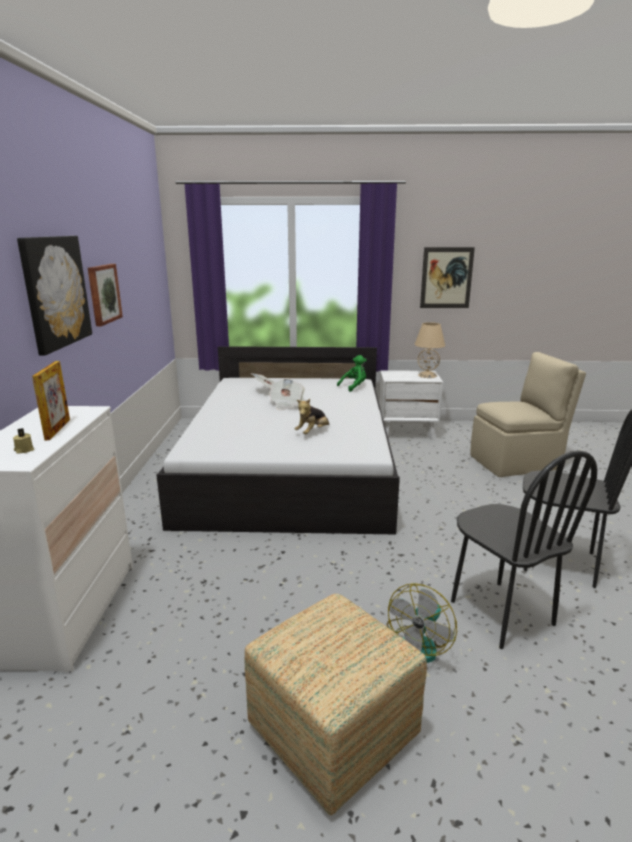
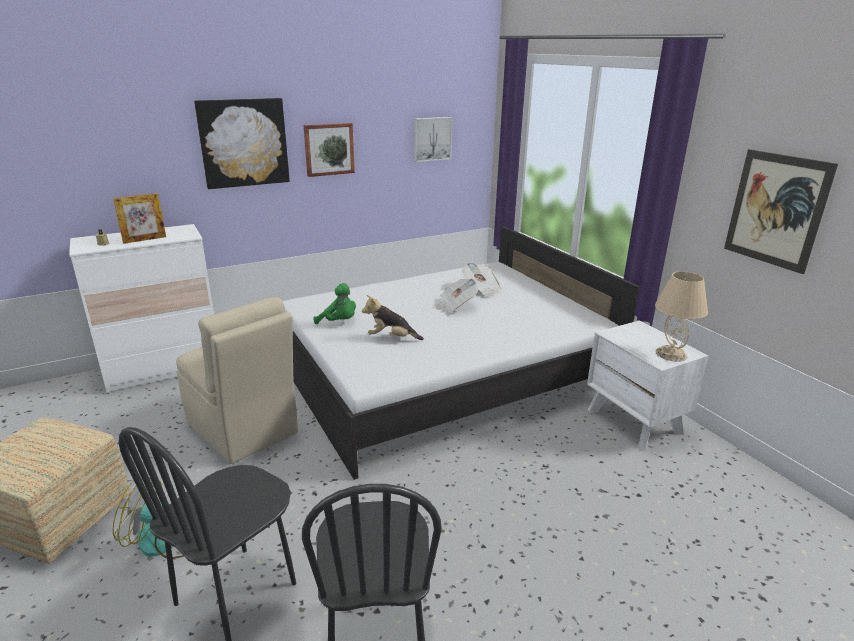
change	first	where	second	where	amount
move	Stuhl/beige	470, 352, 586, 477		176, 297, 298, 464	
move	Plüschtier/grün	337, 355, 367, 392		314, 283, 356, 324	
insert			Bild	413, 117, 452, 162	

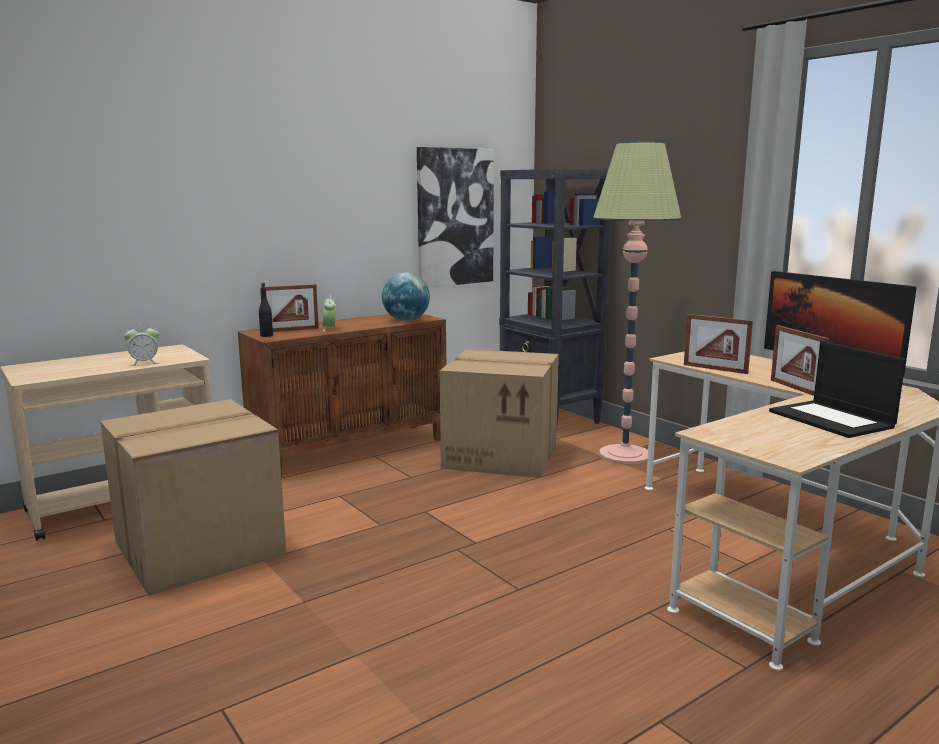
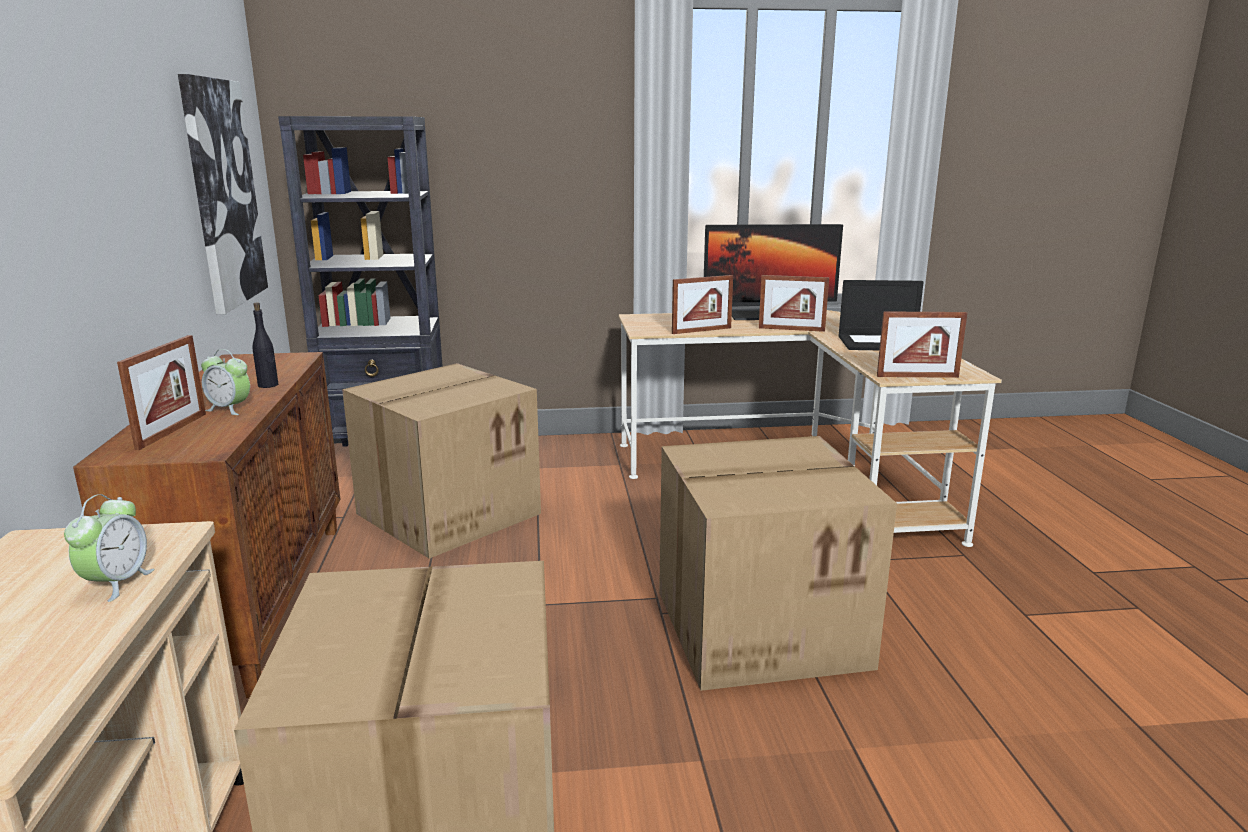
change	first	where	second	where	amount
delete	Stehlampe	593, 141, 682, 464			
delete	Globus	382, 273, 430, 321			
move	Flasche/schwarz	259, 283, 273, 337		252, 302, 278, 388	
insert			Bilderrahmen	877, 311, 967, 378	
insert			Karton	659, 436, 897, 691	

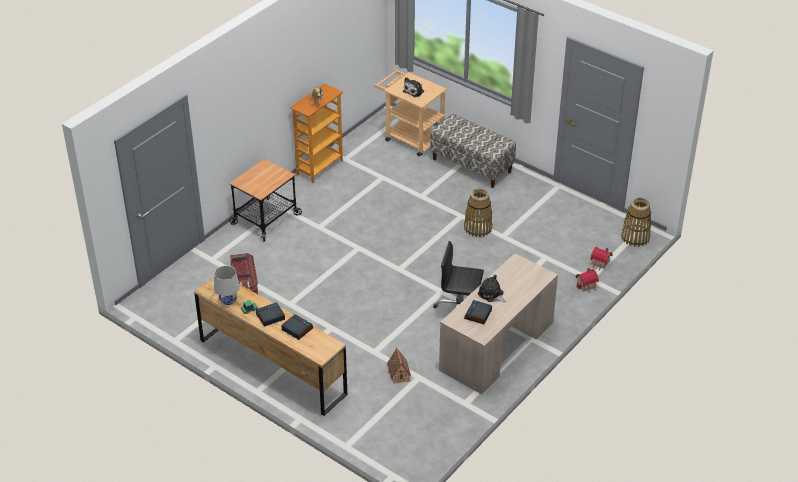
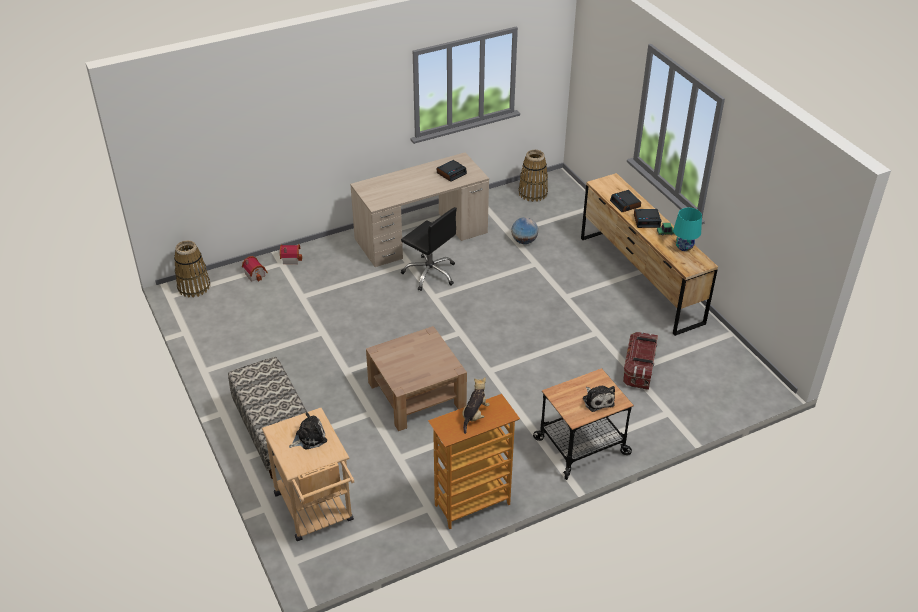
change	first	where	second	where	amount
move	Korb	464, 188, 492, 237		519, 150, 548, 202	
recolor	Tischlampe/weiß	214, 266, 240, 305	Tischlampe/türkis	673, 208, 702, 251	
move	Plüschtier	478, 274, 506, 302		583, 386, 615, 412	
replace	Spielzeughaus	387, 347, 411, 384	Globus	511, 217, 538, 244	
insert			Couchtisch/braun	366, 326, 467, 431	

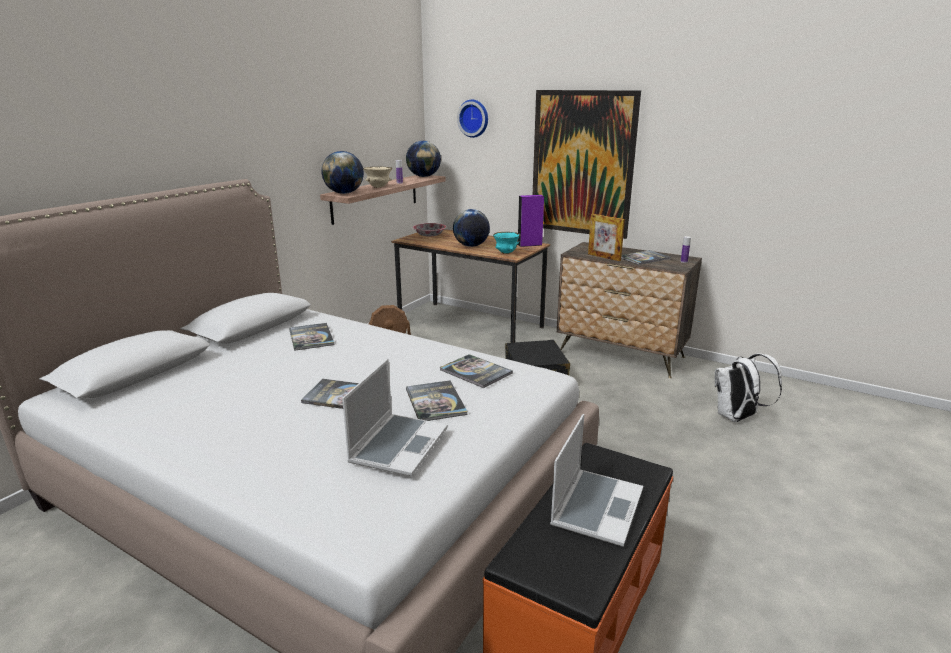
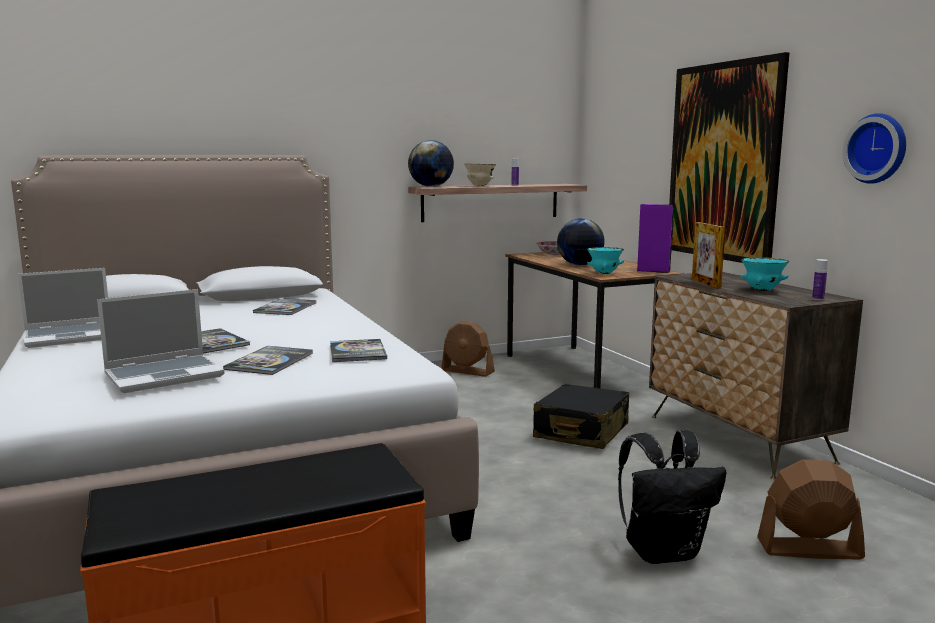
change	first	where	second	where	amount
move	Wanduhr	457, 99, 488, 138		843, 113, 906, 184	
delete	Globus	406, 141, 441, 177			
replace	Buch	621, 250, 670, 265	Schüssel/türkis	740, 257, 789, 291	
replace	Rucksack/weiß	715, 353, 782, 422	Ventilator/braun	757, 460, 865, 560	
move	Laptop	550, 414, 643, 547		18, 268, 108, 348	
insert			Rucksack/schwarz	618, 430, 726, 564	

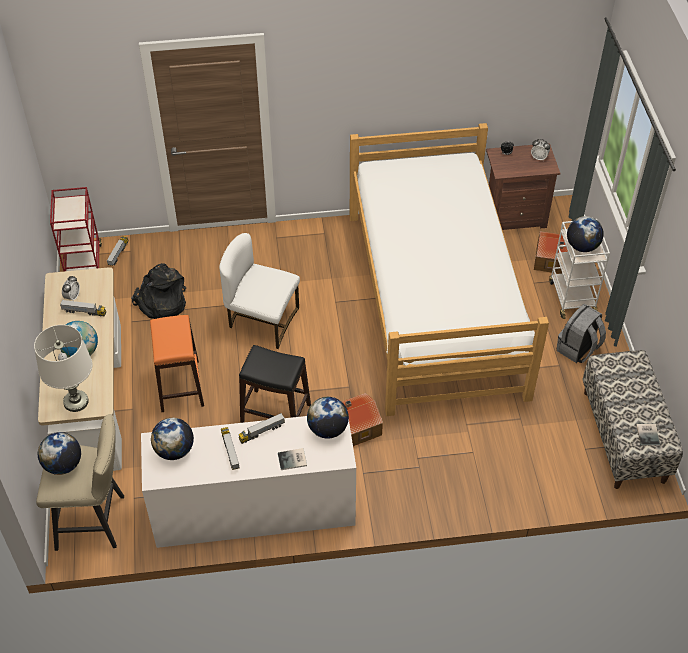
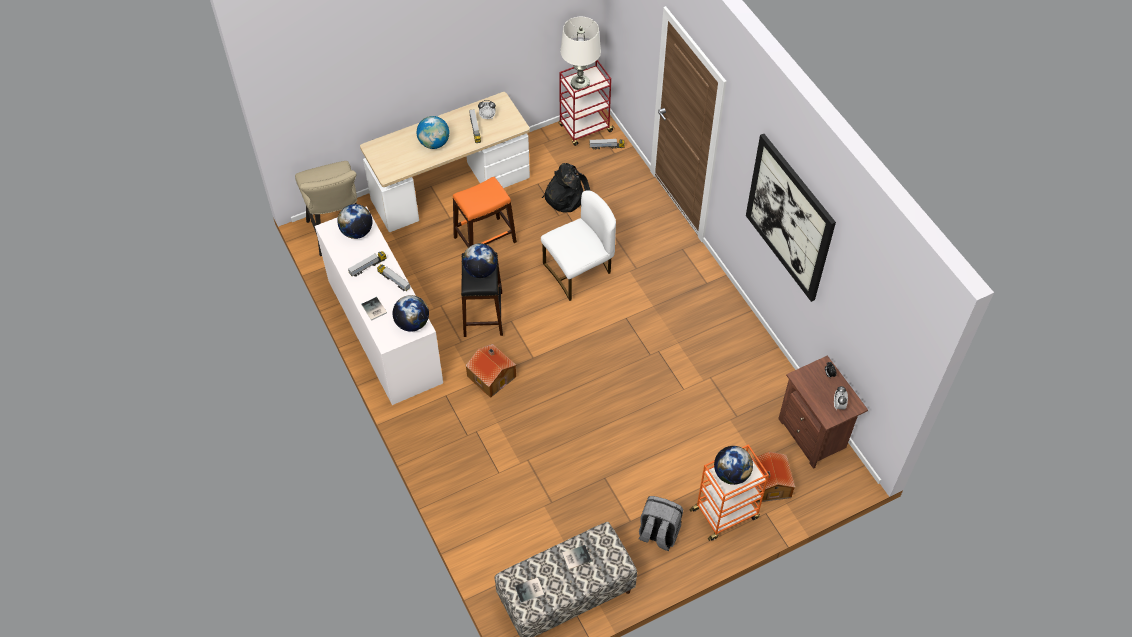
change	first	where	second	where	amount
delete	Bett	350, 123, 549, 416			
recolor	Rollwagen/weiß	549, 219, 610, 319	Rollwagen/orange	690, 444, 769, 541	
rotate	Stuhl/weiß	219, 233, 300, 349		541, 190, 616, 301	60 degrees clockwise
move	Tischlampe/weiß	34, 325, 92, 412		560, 17, 601, 90	
move	Globus	38, 432, 81, 475		462, 243, 497, 278	
insert			Bild	746, 134, 836, 302	
insert			Buch	562, 545, 592, 570	

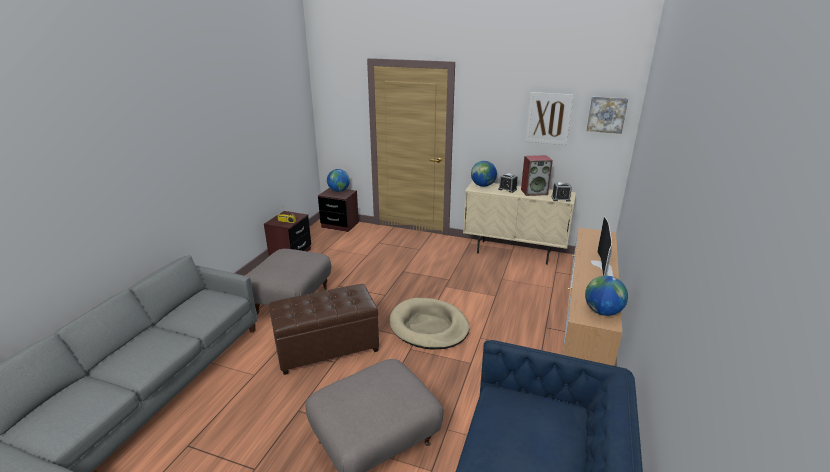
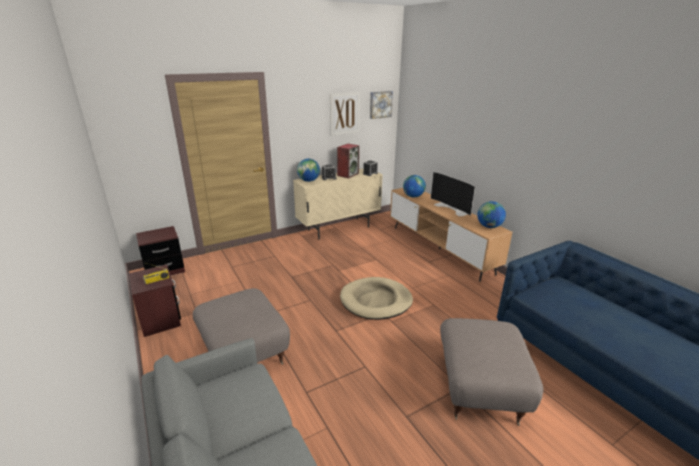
change	first	where	second	where	amount
move	Globus	327, 169, 350, 192		403, 175, 426, 197	
delete	Polsterhocker/braun	269, 284, 379, 375			

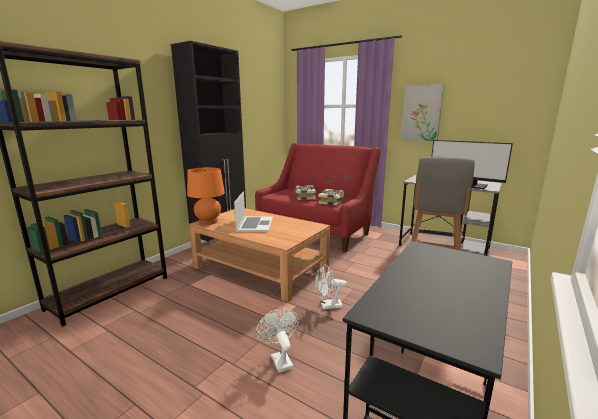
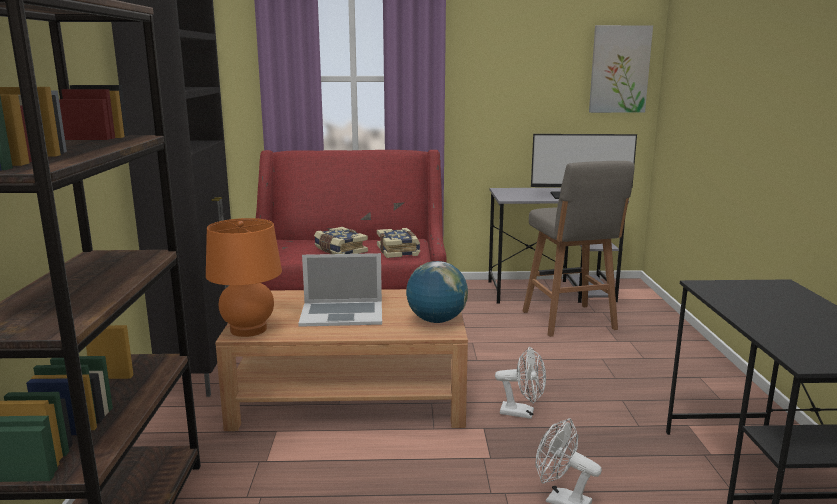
change	first	where	second	where	amount
move	Bild	401, 84, 444, 141		589, 25, 653, 113	
rotate	Laptop	234, 191, 273, 232		298, 253, 382, 327	120 degrees clockwise
rotate	Ventilator/weiß	315, 264, 347, 309		495, 347, 546, 419	120 degrees counterclockwise
insert			Globus	406, 261, 468, 323	

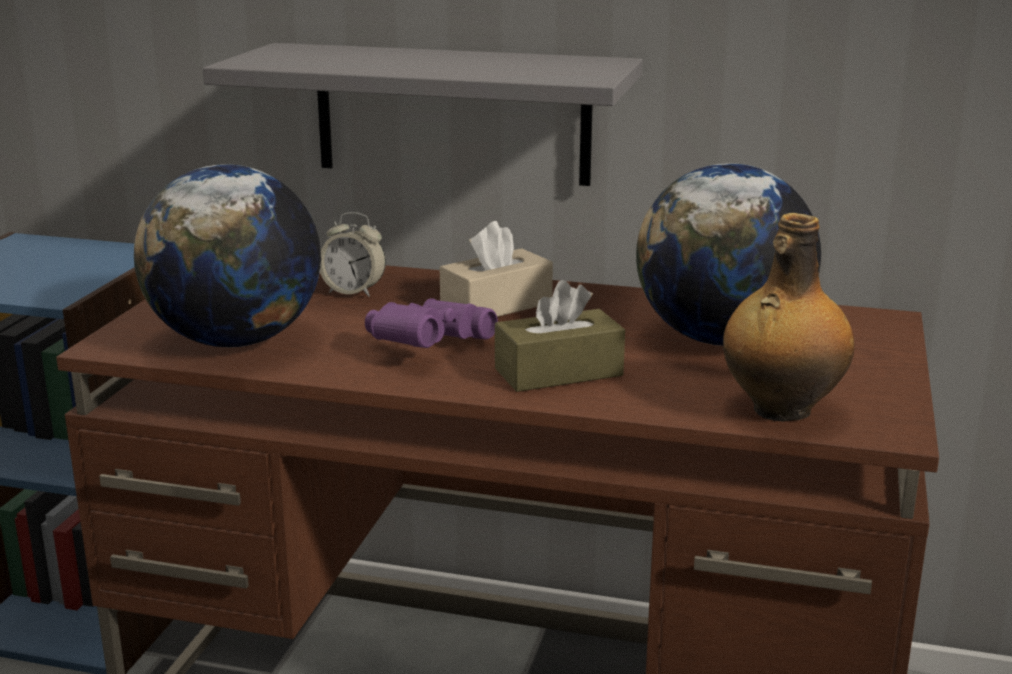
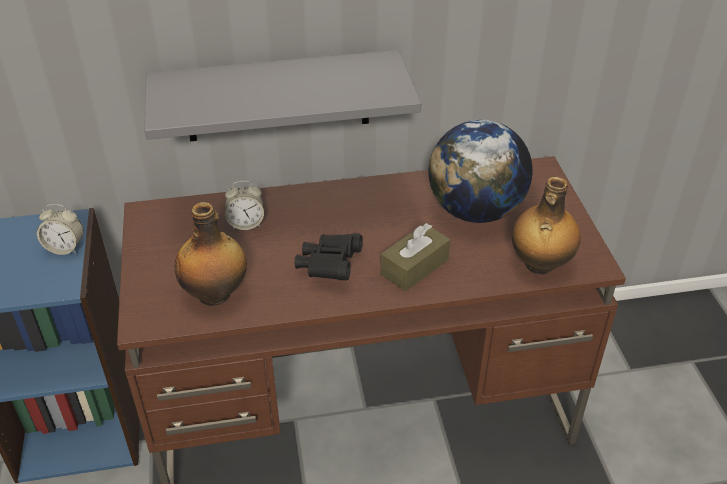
change	first	where	second	where	amount
replace	Globus	134, 164, 321, 348	Flasche	174, 202, 247, 306	
delete	Taschentuchbox/beige	440, 221, 553, 317			
recolor	Fernglas/lila	365, 298, 498, 348	Fernglas/schwarz	295, 233, 363, 280	
insert			Wecker	37, 204, 84, 255	

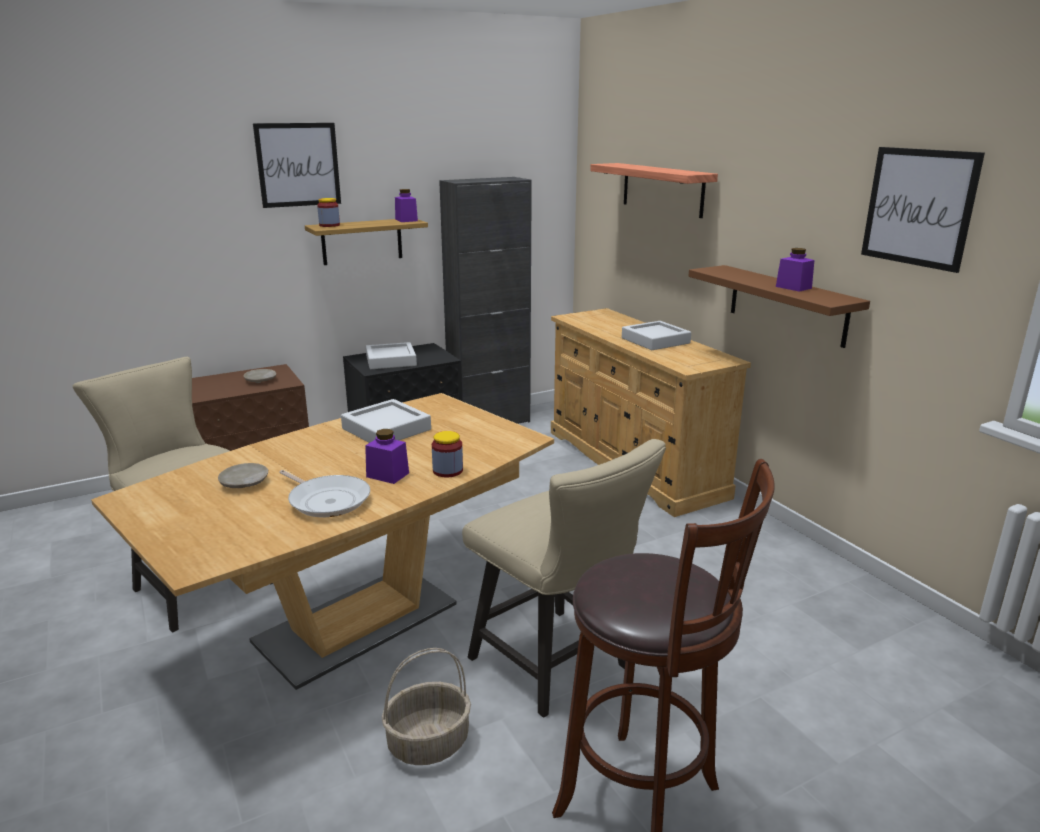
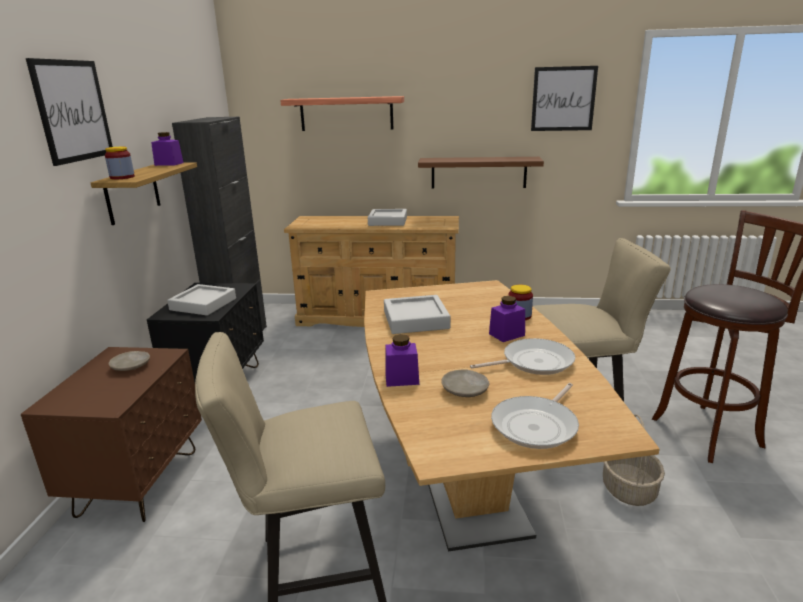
change	first	where	second	where	amount
move	Vorratsglas/lila	776, 248, 814, 292		385, 334, 419, 387	
insert			Pfanne	491, 383, 579, 449	

